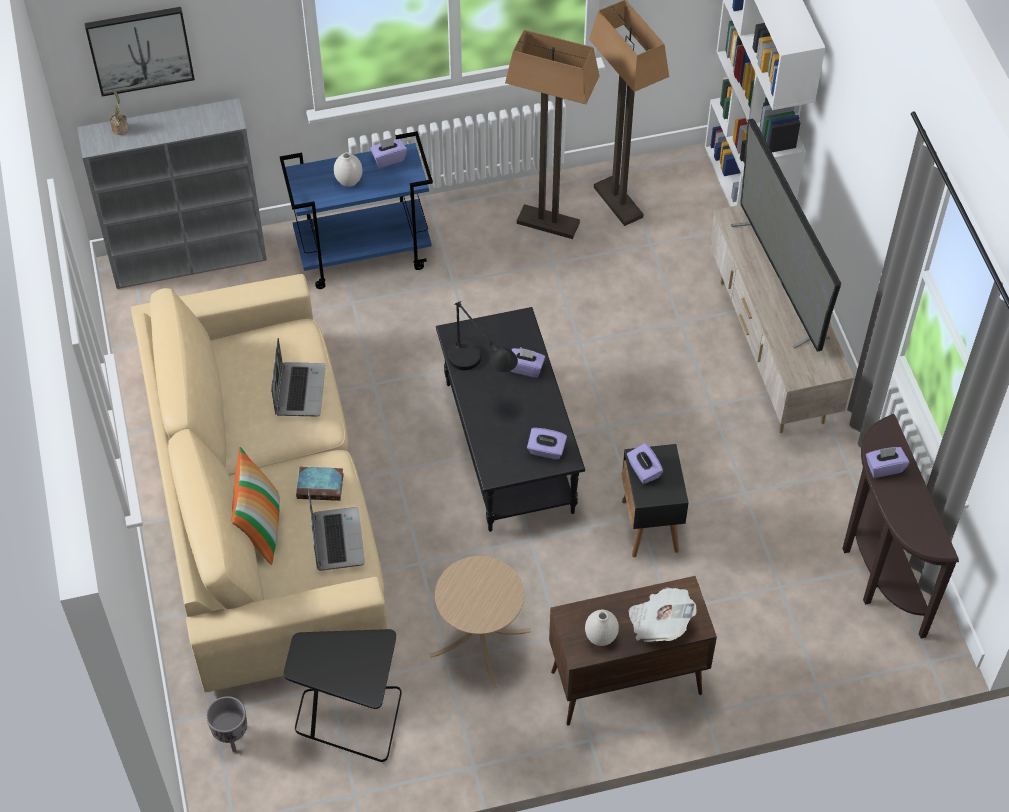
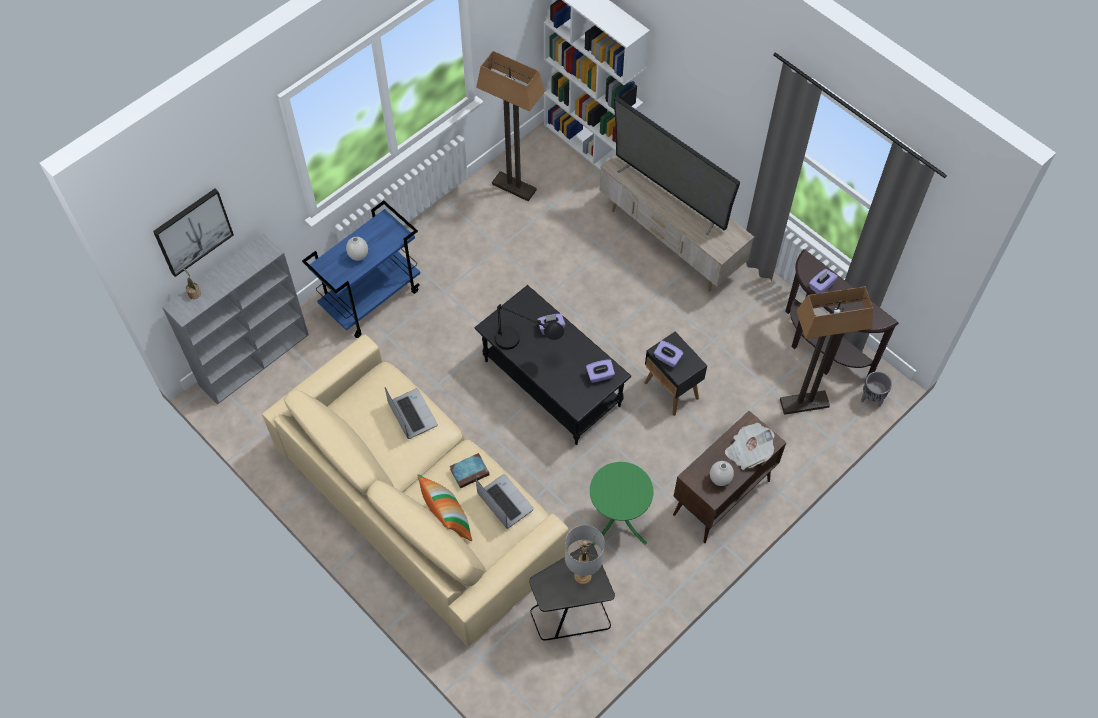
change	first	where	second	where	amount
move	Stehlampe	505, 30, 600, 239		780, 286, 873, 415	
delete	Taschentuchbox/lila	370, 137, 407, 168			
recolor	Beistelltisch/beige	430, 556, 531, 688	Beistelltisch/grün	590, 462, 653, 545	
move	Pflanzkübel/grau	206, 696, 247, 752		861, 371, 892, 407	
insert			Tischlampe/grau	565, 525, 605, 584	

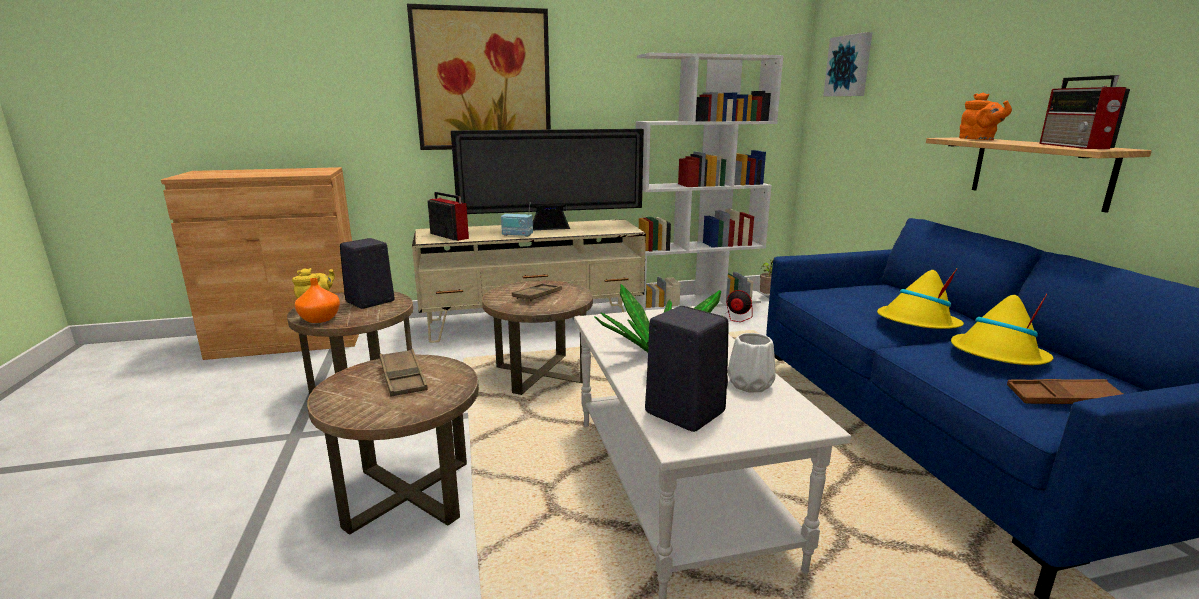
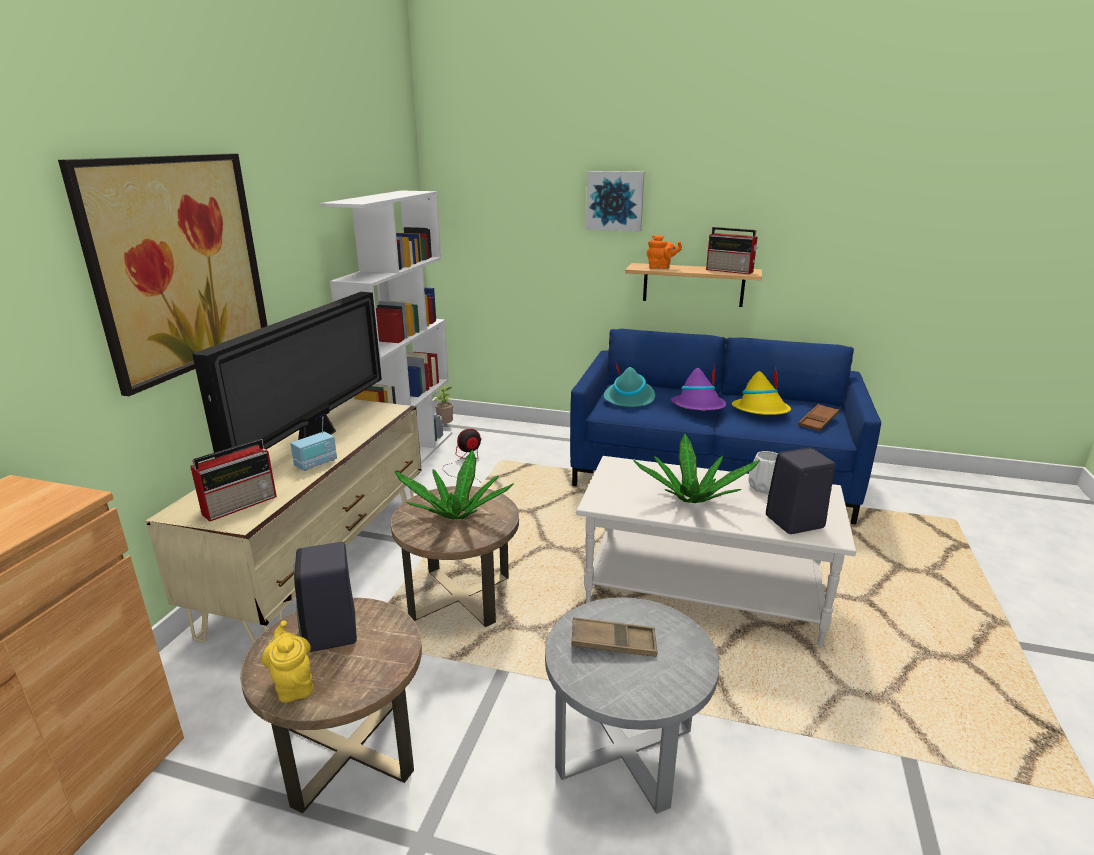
change	first	where	second	where	amount
move	Bild	823, 32, 872, 96		586, 171, 645, 232	
rotate	Radio	427, 192, 469, 241		191, 439, 277, 522	150 degrees clockwise
recolor	Hut/gelb	877, 269, 964, 329	Hut/lila	671, 367, 726, 411	
delete	Vase/orange	295, 278, 340, 323			
replace	Tablett/braun	512, 283, 562, 302	Topfpflanze	394, 450, 514, 520	
recolor	Beistelltisch/braun	307, 355, 479, 535	Beistelltisch/grau	545, 597, 719, 814	
insert			Hut/türkis	604, 361, 655, 408	

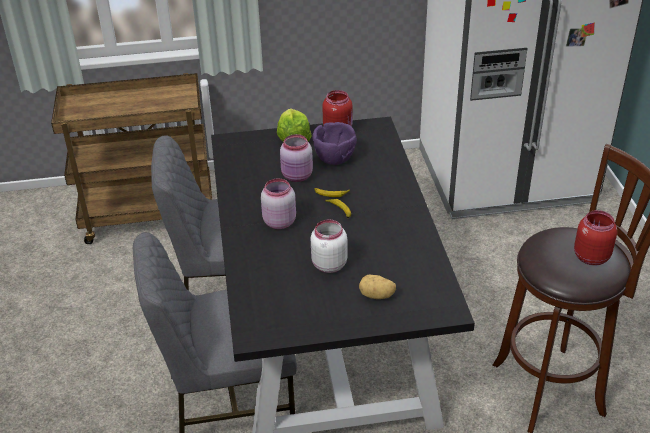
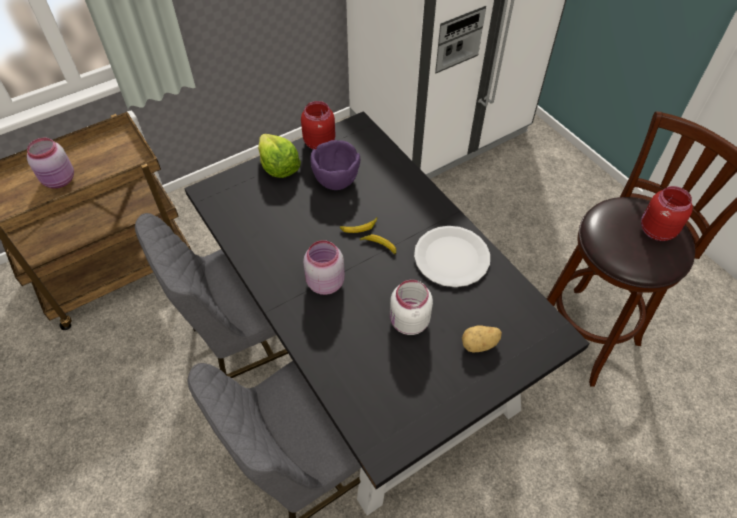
change	first	where	second	where	amount
move	Vorratsglas/rosa	280, 134, 313, 182		27, 138, 74, 188	
insert			Teller/weiß	414, 226, 490, 287	

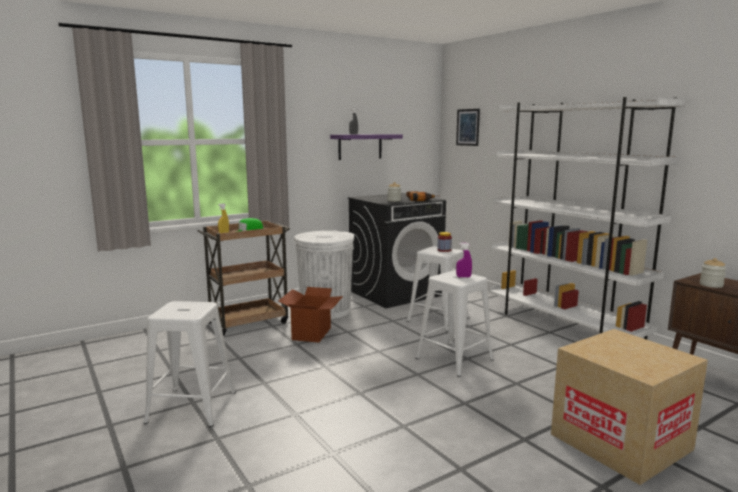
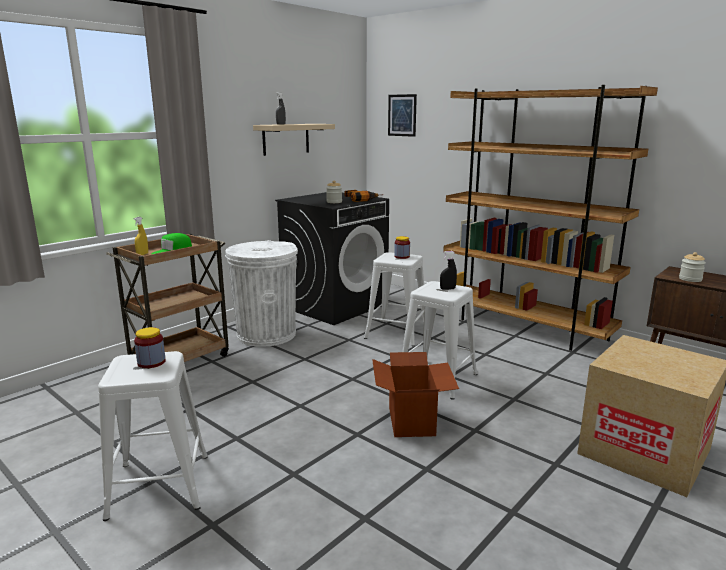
change	first	where	second	where	amount
recolor	Bücherregal/weiß	489, 97, 686, 340	Bücherregal/braun	443, 85, 658, 351	
recolor	Wandregal/lila	330, 134, 403, 160	Wandregal/beige	253, 124, 335, 156	
recolor	Sprühflasche/lila	456, 243, 472, 278	Sprühflasche/schwarz	440, 251, 457, 290	
move	Karton	278, 287, 343, 343		372, 352, 459, 437	
insert			Vorratsglas	134, 327, 166, 368	

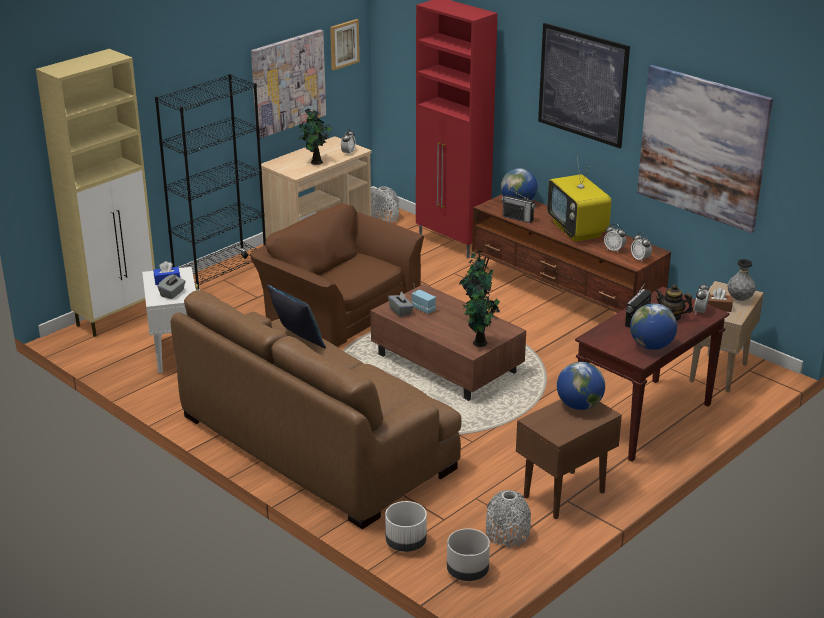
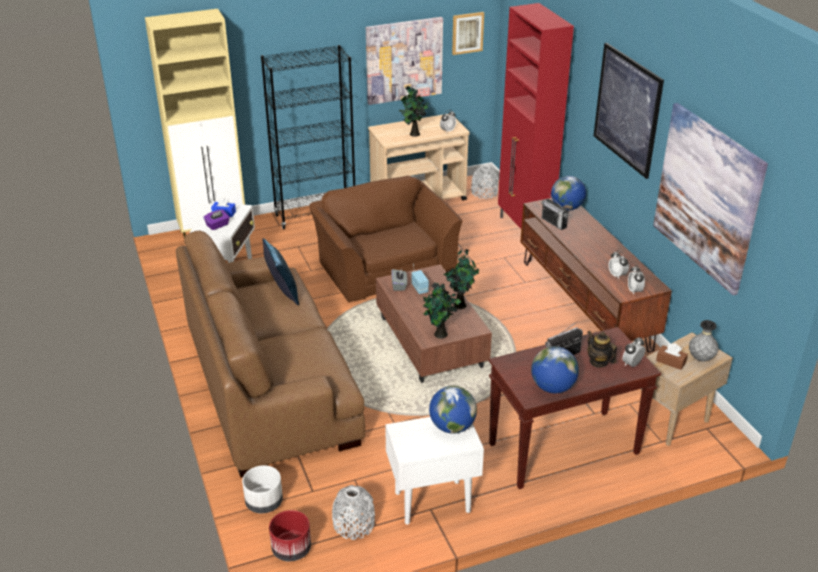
change	first	where	second	where	amount
delete	Fernseher	547, 156, 611, 242			
recolor	Taschentuchbox/grau	157, 274, 186, 299	Taschentuchbox/lila	204, 210, 230, 230	
recolor	Beistelltisch/braun	516, 399, 622, 519	Beistelltisch/weiß	385, 417, 484, 525	
recolor	Pflanzkübel/grau	447, 528, 490, 581	Pflanzkübel/rot	269, 510, 311, 561	

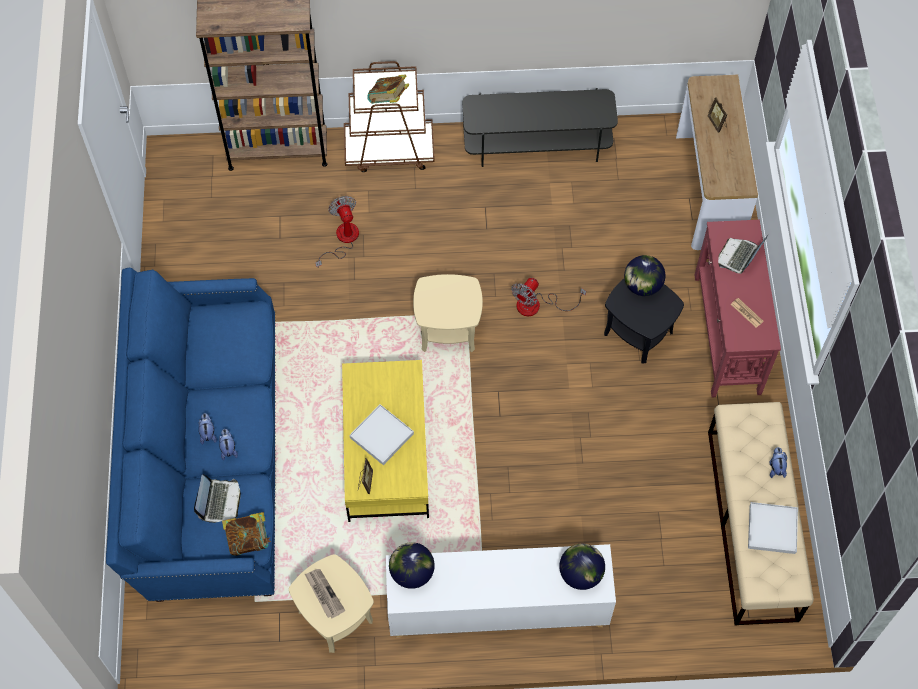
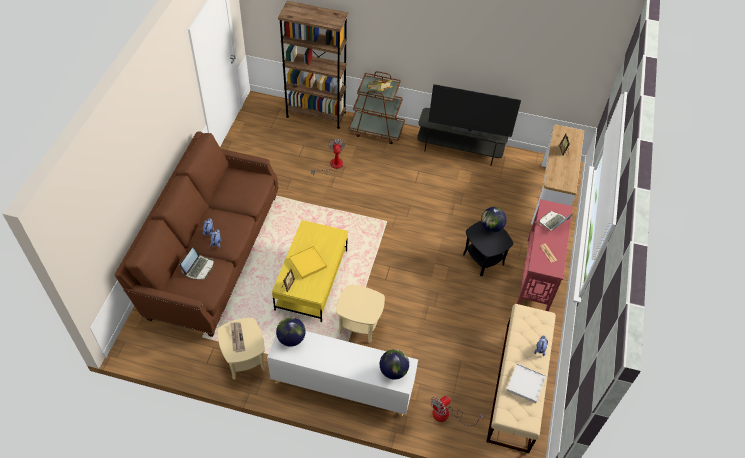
change	first	where	second	where	amount
recolor	Sofa/blau	106, 268, 276, 602	Sofa/braun	115, 131, 279, 337	
move	Beistelltisch/beige	413, 274, 483, 352		336, 285, 385, 343	
move	Ventilator	512, 278, 586, 316		430, 396, 483, 426	
recolor	Tablett/weiß	349, 404, 414, 465	Tablett/gelb	289, 246, 327, 279	
delete	Buch	222, 512, 271, 556			
insert			Fernseher	429, 84, 521, 137	

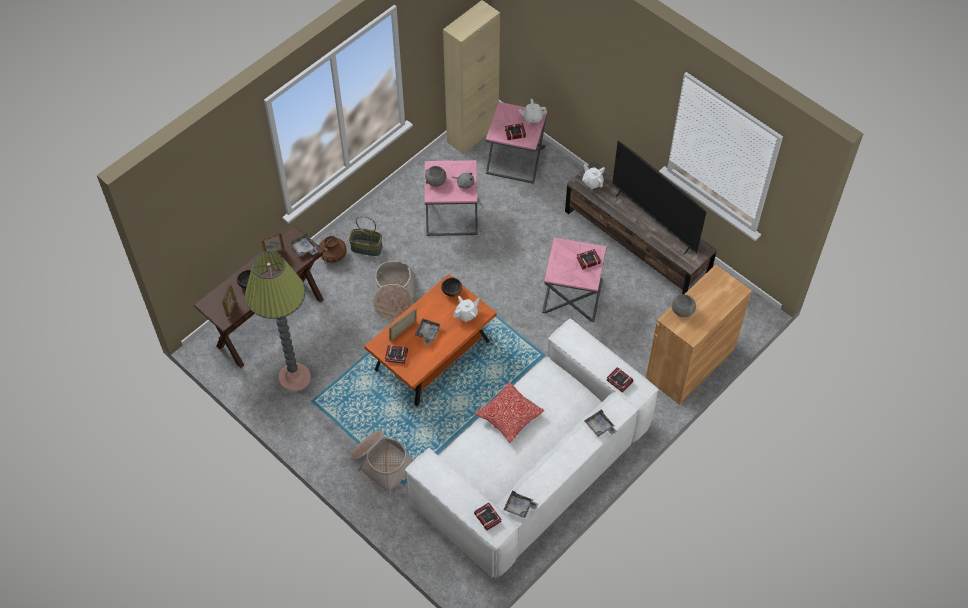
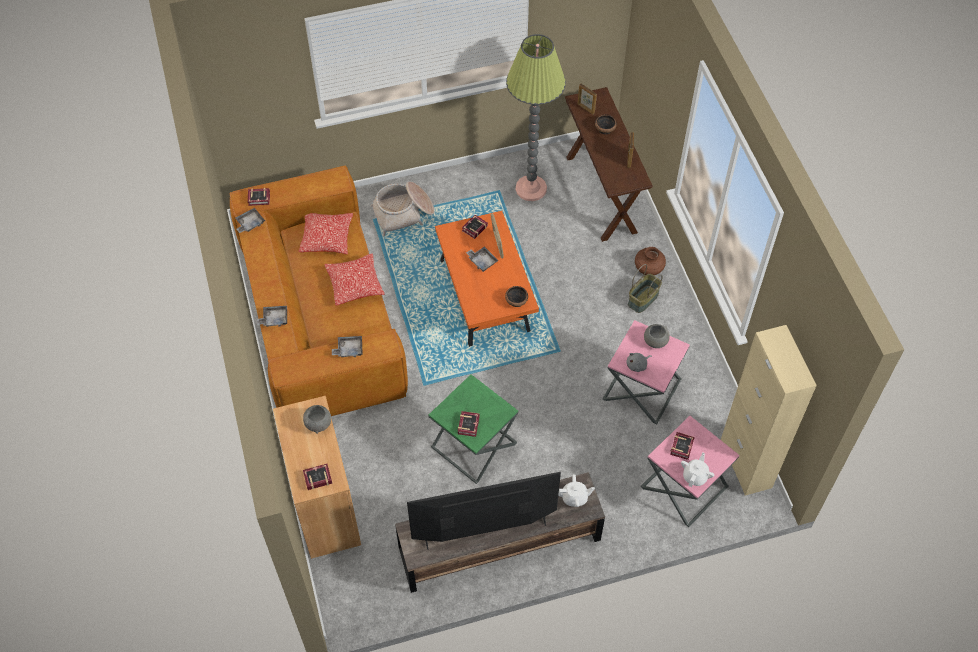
change	first	where	second	where	amount
move	Tablett/grau	289, 233, 318, 256		332, 336, 363, 357	
recolor	Beistelltisch/rosa	542, 237, 607, 322	Beistelltisch/grün	429, 374, 518, 484	
delete	Korb	373, 261, 415, 320			
delete	Teekanne/weiß	453, 296, 480, 322			
recolor	Sofa/weiß	405, 318, 659, 578	Sofa/braun	229, 166, 408, 416	
move	Buch	607, 367, 634, 393		303, 464, 332, 490	
insert			Kissen	299, 213, 353, 254	

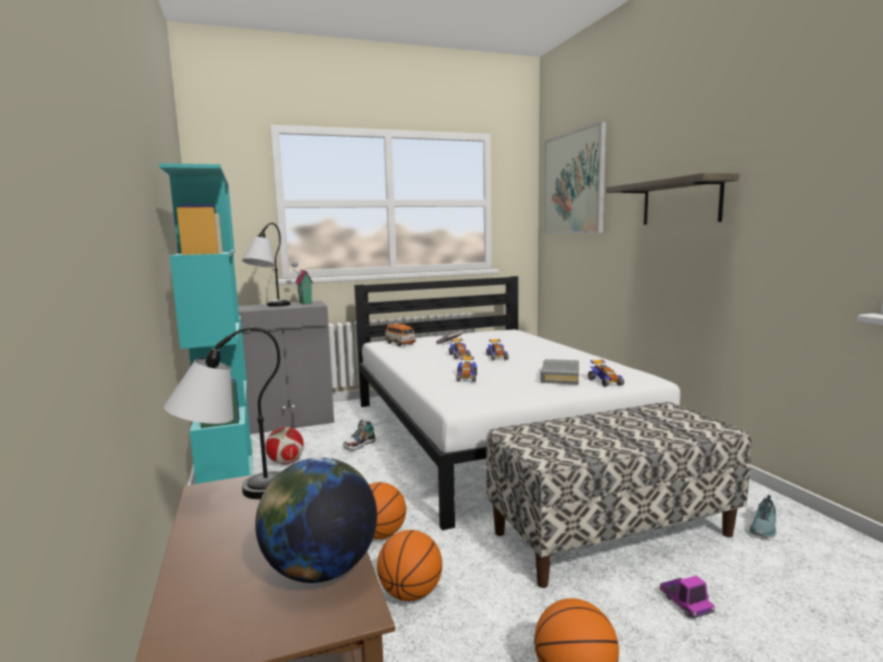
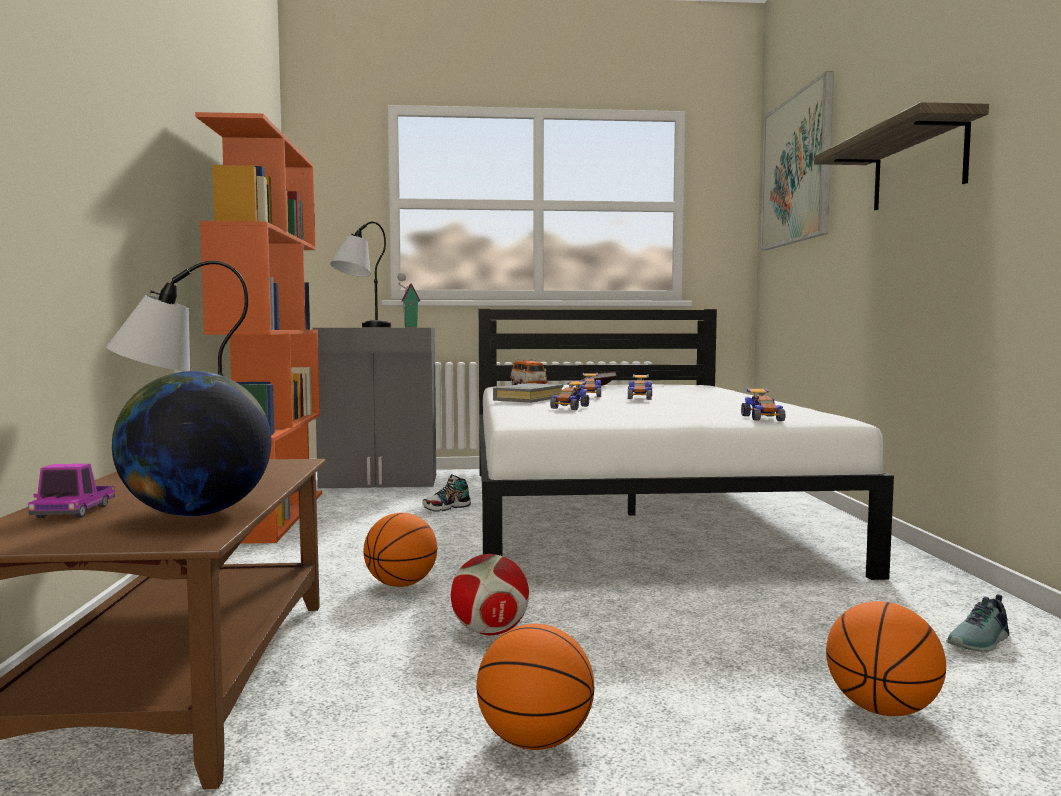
change	first	where	second	where	amount
recolor	Bücherregal/türkis	159, 163, 252, 484	Bücherregal/orange	195, 112, 322, 544	
move	Buch/grau	540, 359, 579, 385		493, 383, 564, 403	
delete	Bank	486, 402, 752, 588			
move	Fußball	266, 427, 304, 465		451, 554, 529, 636	
move	Basketball	377, 530, 442, 601		826, 601, 946, 716	
move	Spielzeuglaster	660, 575, 715, 619		28, 464, 115, 518	

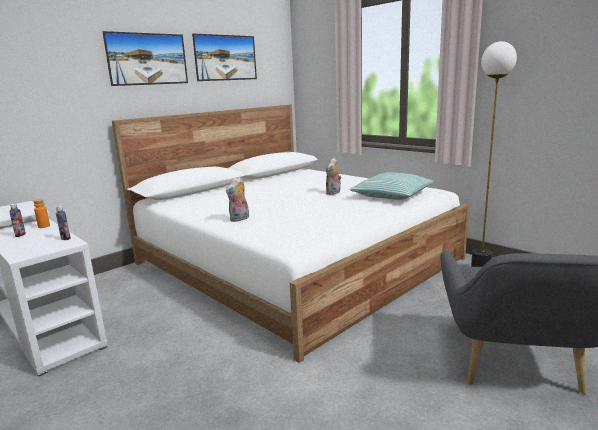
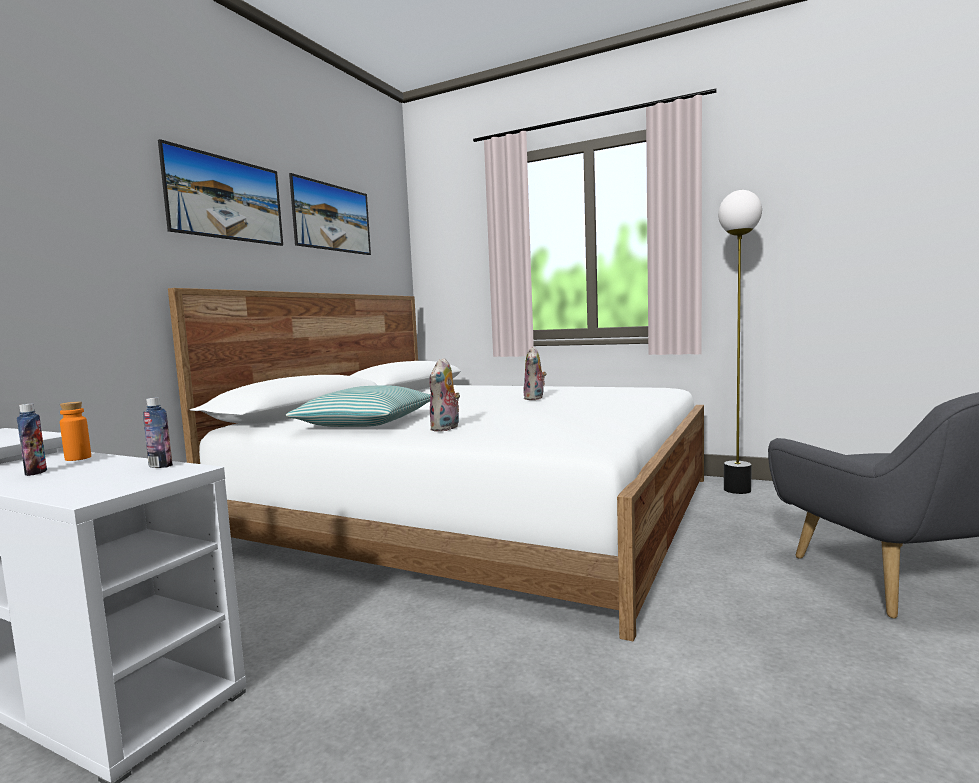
change	first	where	second	where	amount
move	Kissen	349, 172, 434, 200		286, 385, 431, 427	

